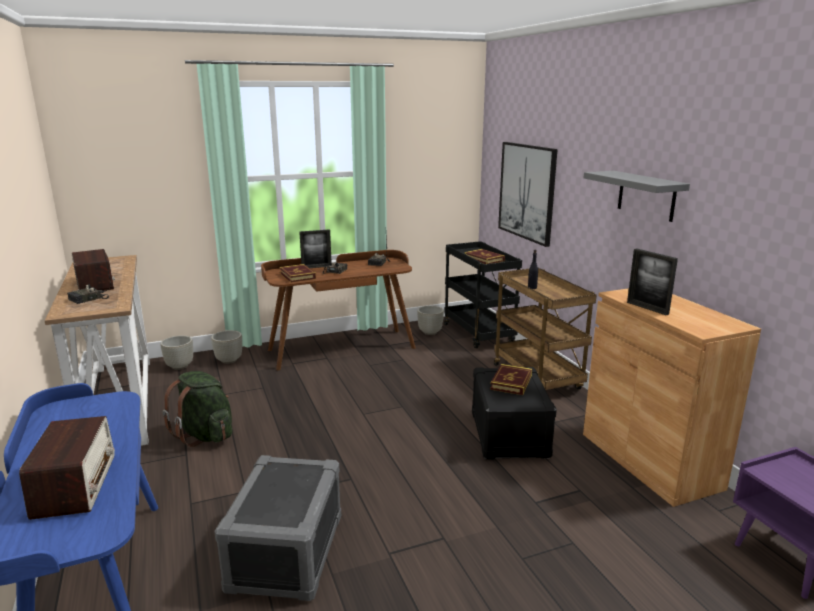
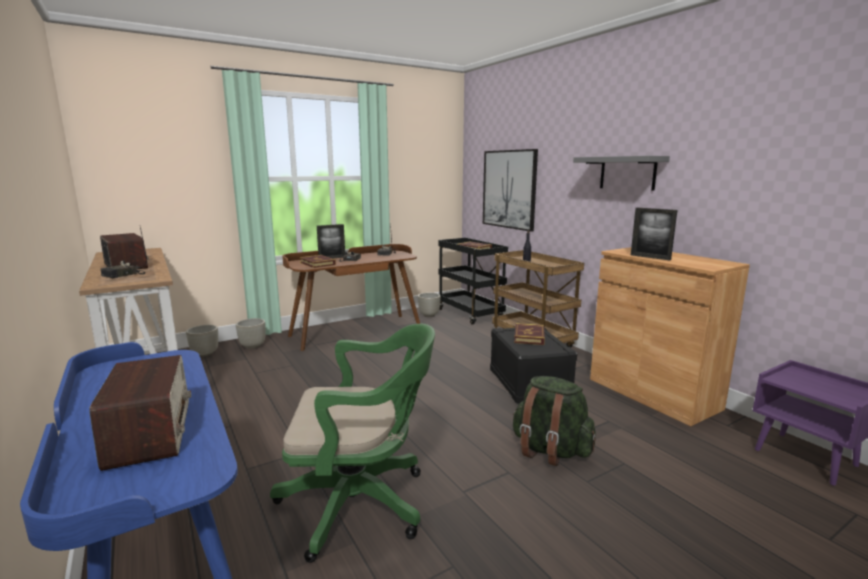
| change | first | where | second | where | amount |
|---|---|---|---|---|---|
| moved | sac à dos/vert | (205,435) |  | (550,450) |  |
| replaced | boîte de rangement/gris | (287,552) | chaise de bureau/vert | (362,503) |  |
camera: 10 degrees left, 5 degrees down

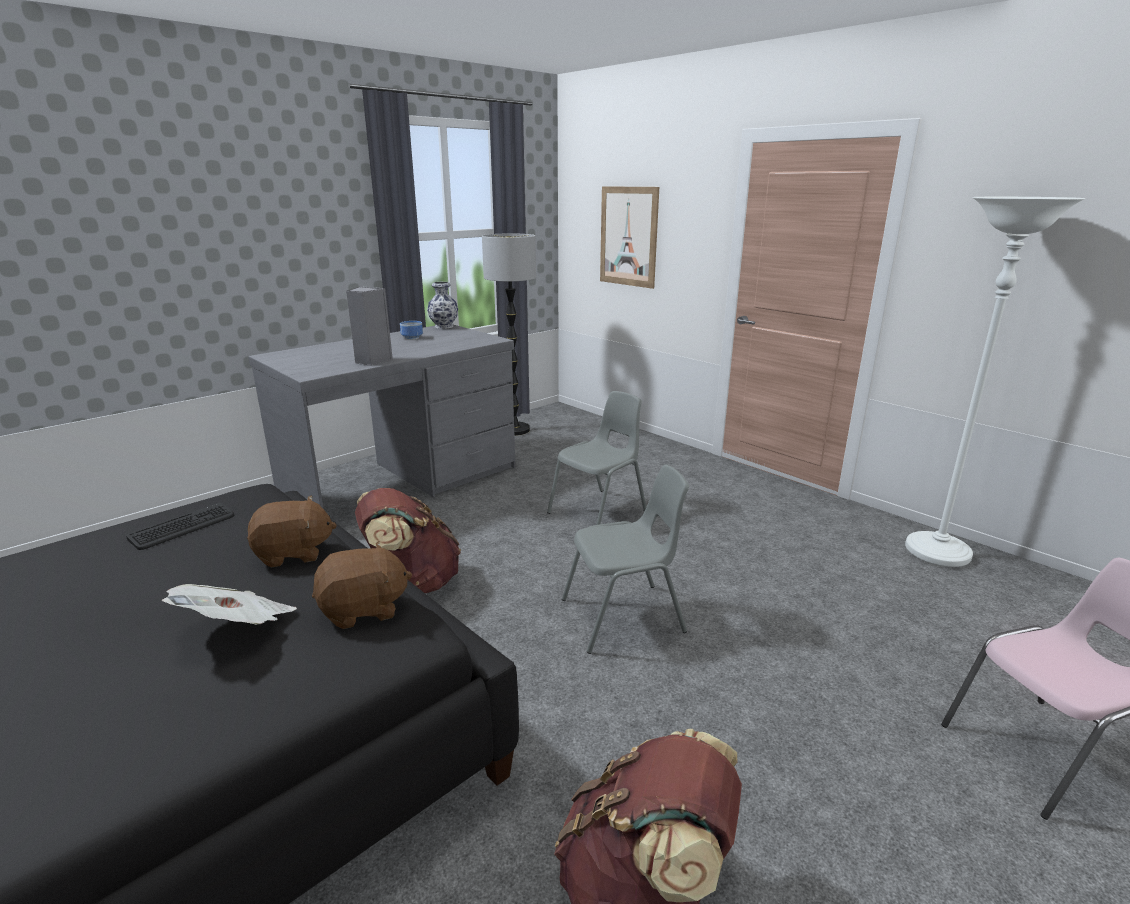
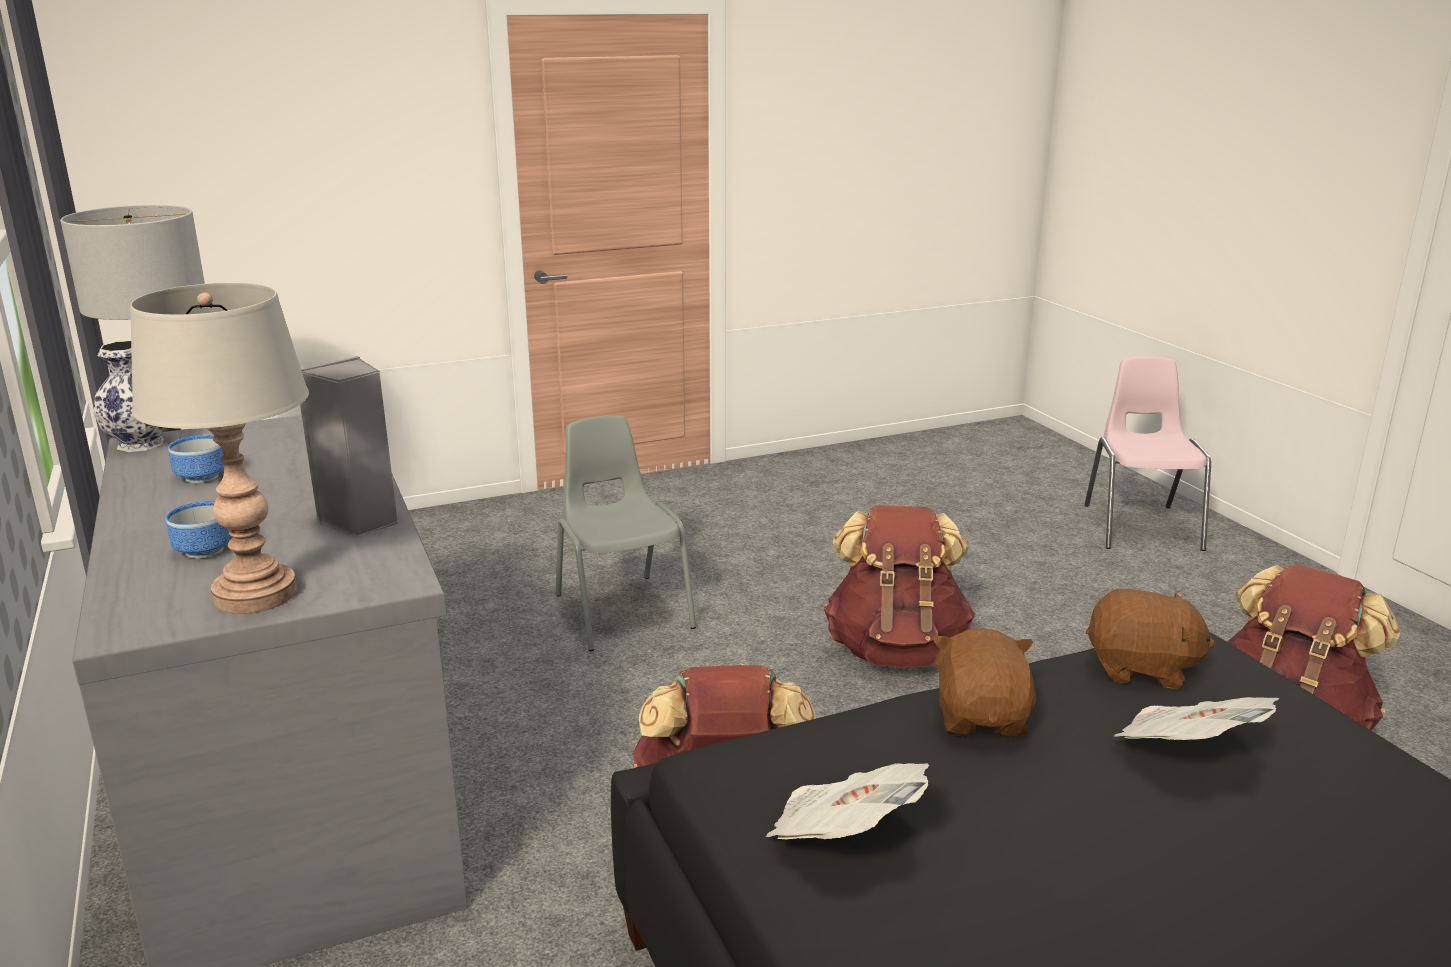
| change | first | where | second | where | amount |
|---|---|---|---|---|---|
| replaced | clavier | (183,527) | journal | (844,835) |  |
| turned | peluche/marron | (364,609) |  | (1141,669) | 105 degrees clockwise |
| replaced | chaise/gris | (624,616) | sac à dos/marron | (896,650) |  |
| removed | tableau | (628,236) |  |  |  |
| removed | lampadaire/blanc | (937,553) |  |  |  |
| added |  |  | lampe de table/gris | (255,594) |  |
| added |  |  | bol | (204,549) |  |
camera: 70 degrees left, 0 degrees up

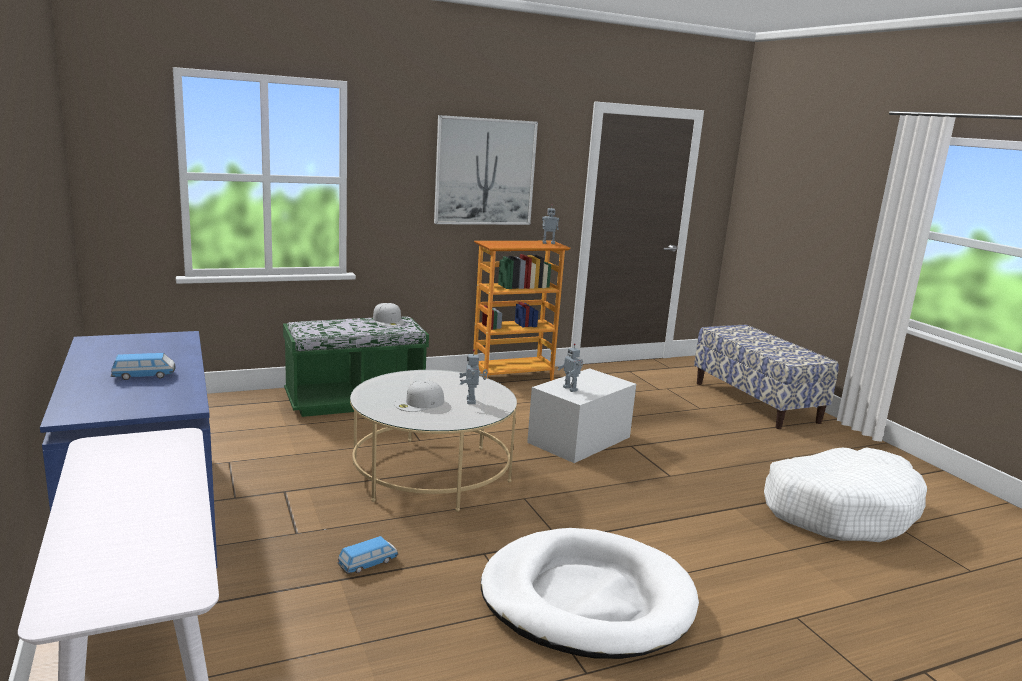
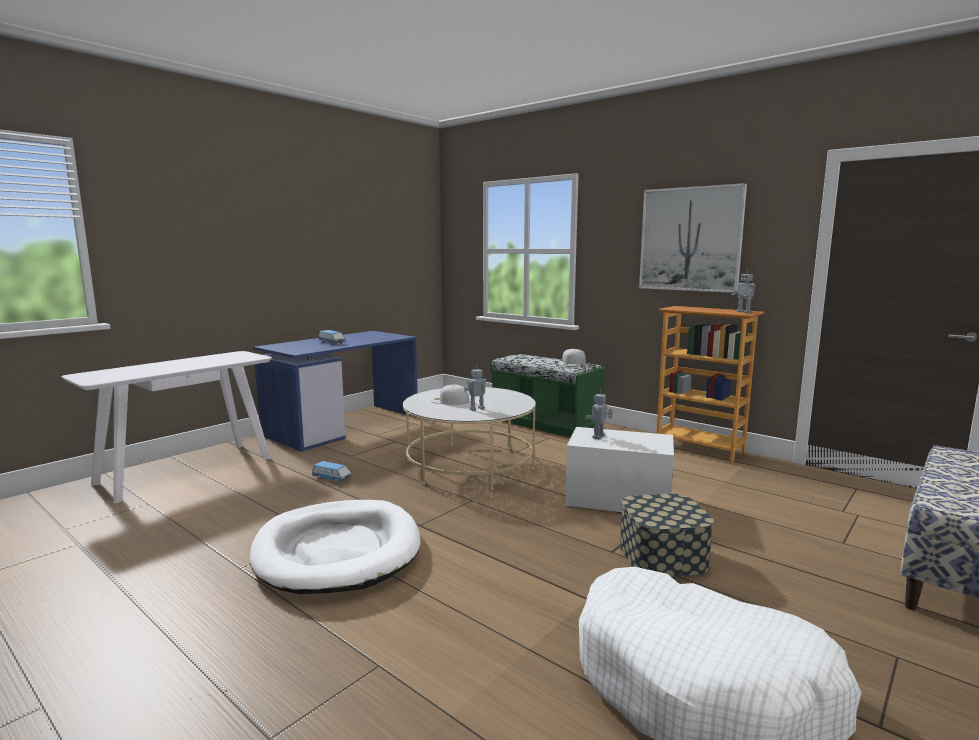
| change | first | where | second | where | amount |
|---|---|---|---|---|---|
| added |  |  | boîte de rangement | (662,556) |  |
camera: 65 degrees right, 5 degrees down

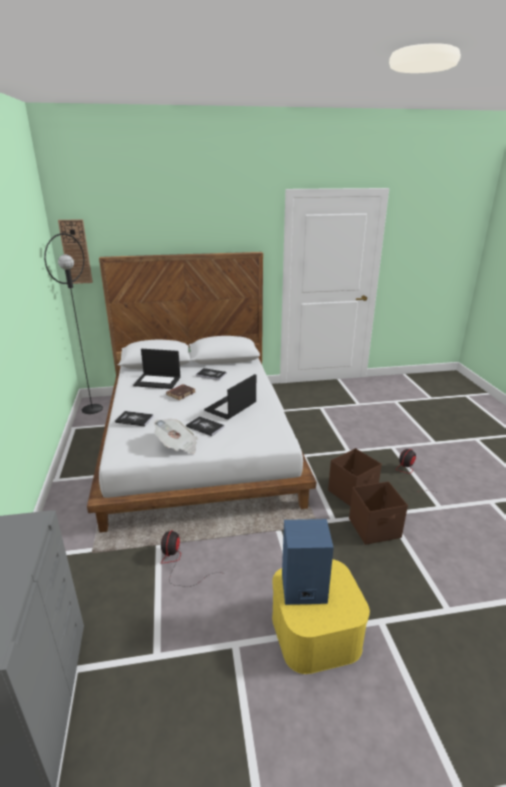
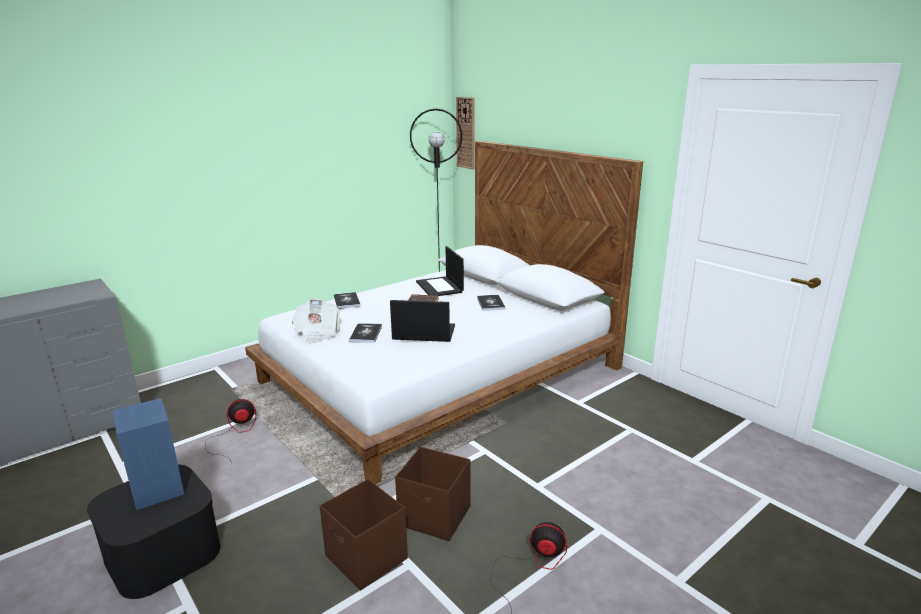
| change | first | where | second | where | amount |
|---|---|---|---|---|---|
| recoloured | boîte de rangement/jaune | (315,631) | boîte de rangement/noir | (162,552) |  |
camera: 60 degrees right, 5 degrees down

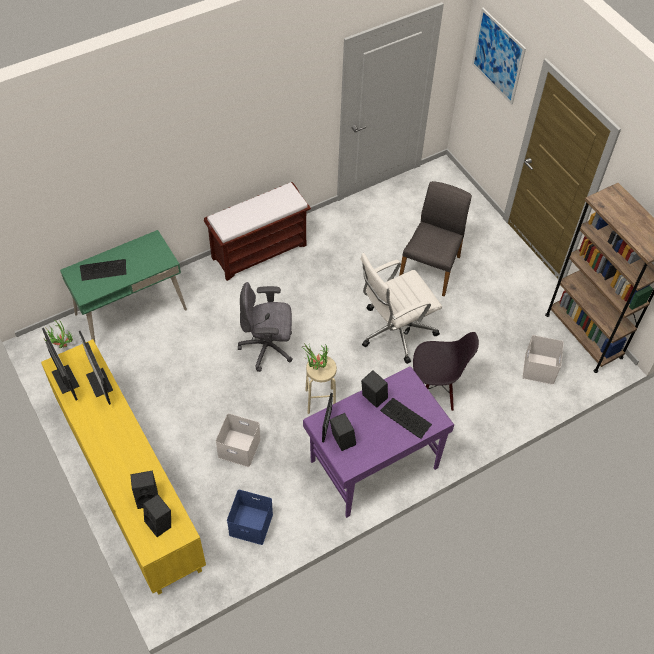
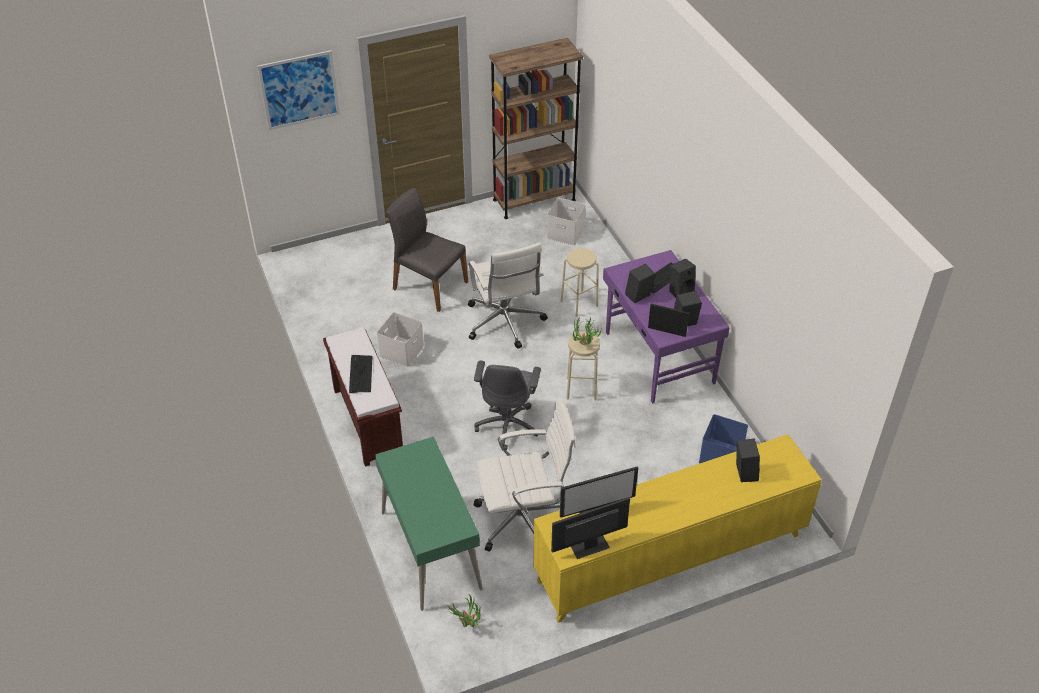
| change | first | where | second | where | amount |
|---|---|---|---|---|---|
| moved | clavier | (103,270) |  | (360,374) |  |
| moved | enceinte/noir | (160,523) |  | (680,291) |  |
| moved | boîte de rangement/blanc | (240,447) |  | (401,350) |  |
| replaced | chaise/noir | (435,389) | tabouret/beige | (579,303) |  |
| added |  |  | chaise de bureau/blanc | (524,519) |  |
camera: 80 degrees left, 10 degrees down

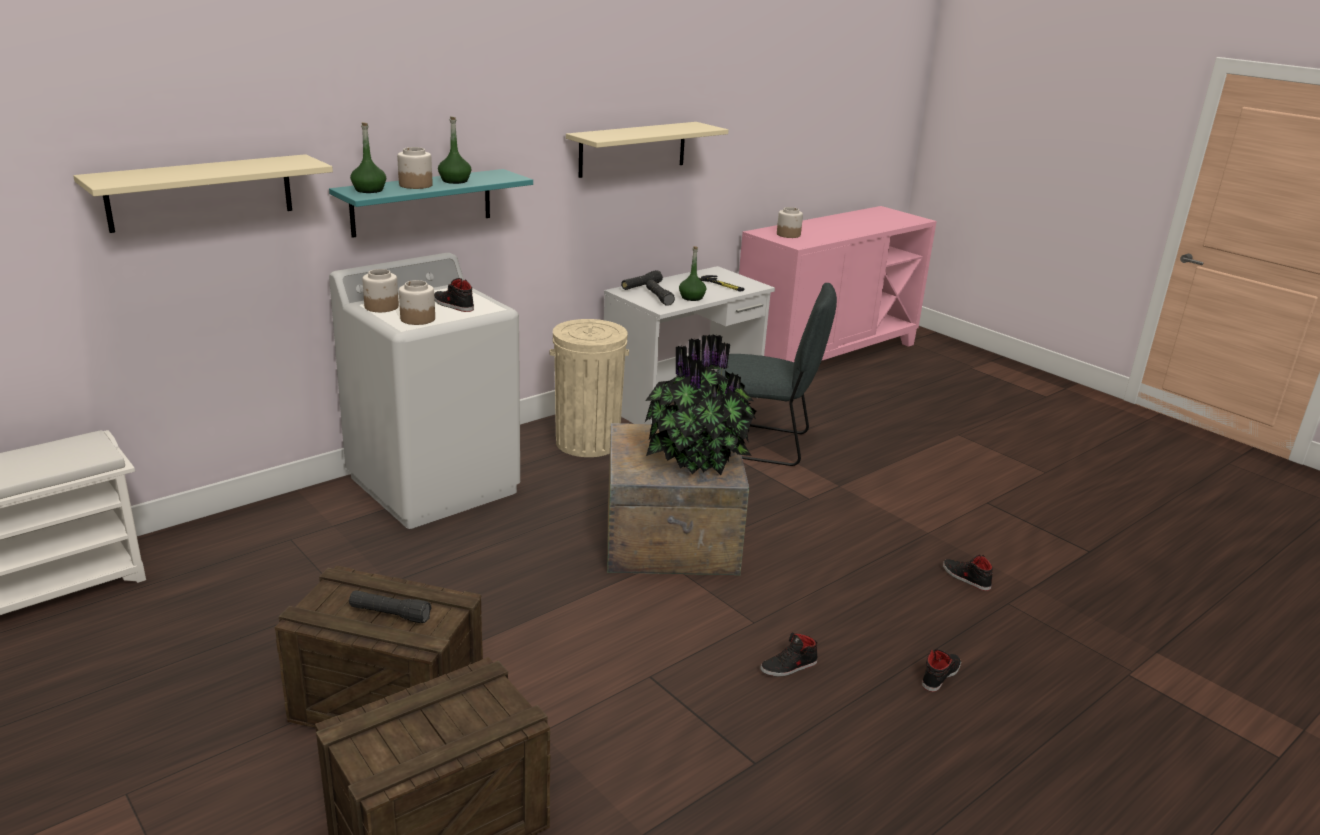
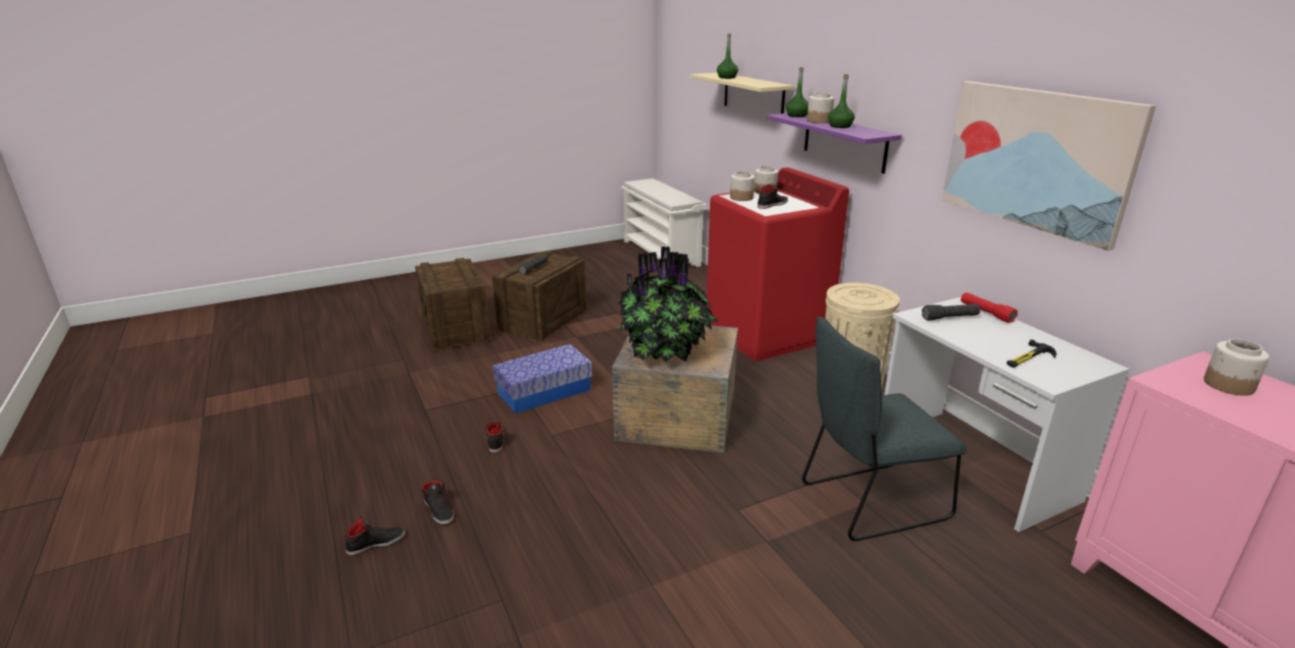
| change | first | where | second | where | amount |
|---|---|---|---|---|---|
| recoloured | étagère/turquoise | (422,202) | étagère/violet | (844,142) |  |
| recoloured | lave-linge/blanc | (434,484) | lave-linge/rouge | (767,334) |  |
| replaced | étagère/beige | (633,149) | tableau | (1036,159) |  |
| recoloured | lampe de poche/noir | (641,287) | lampe de poche/rouge | (986,313) |  |
| moved | bouteille/vert | (692,297) |  | (727,77) |  |
| turned | chaise/gris | (760,444) |  | (868,502) | 45 degrees clockwise |
| moved | chaussure/noir | (965,578) |  | (376,543) |  |
| added |  |  | boîte de rangement | (544,391) |  |
camera: 105 degrees right, 0 degrees up

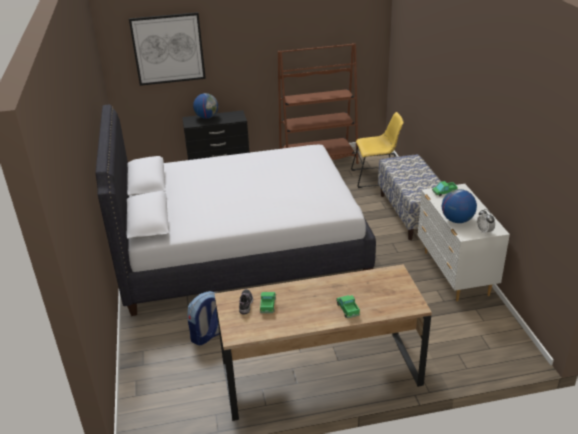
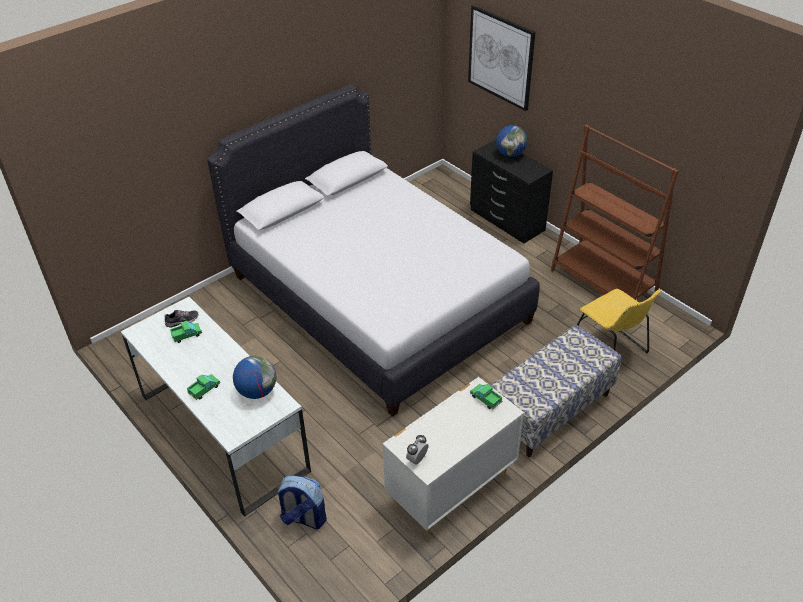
| change | first | where | second | where | amount |
|---|---|---|---|---|---|
| moved | sac à dos | (208,335) |  | (303,518) |  |
| recoloured | bureau/marron | (320,374) | bureau/blanc | (223,432) |  |
| moved | globe | (457,220) |  | (257,391) |  |
camera: 60 degrees right, 10 degrees up

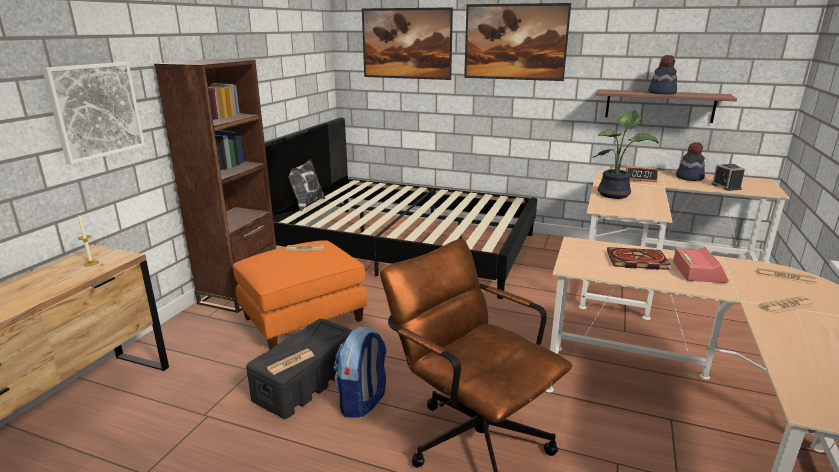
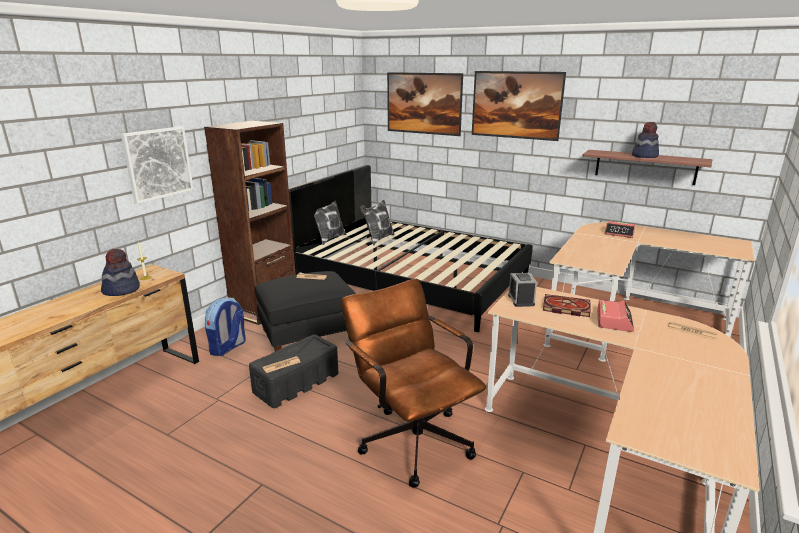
| change | first | where | second | where | amount |
|---|---|---|---|---|---|
| recoloured | pouf/orange | (303,320) | pouf/noir | (308,335) |  |
| moved | sac à dos | (362,401) |  | (228,348) |  |
| removed | plante en pot | (615,194) |  |  |  |
| moved | chapeau | (689,177) |  | (121,290) |  |
| moved | réveil | (726,186) |  | (521,300) |  |
| removed | journal | (786,306) |  |  |  |
| added |  |  | coussin | (378,239) |  |
camera: 10 degrees right, 0 degrees up

